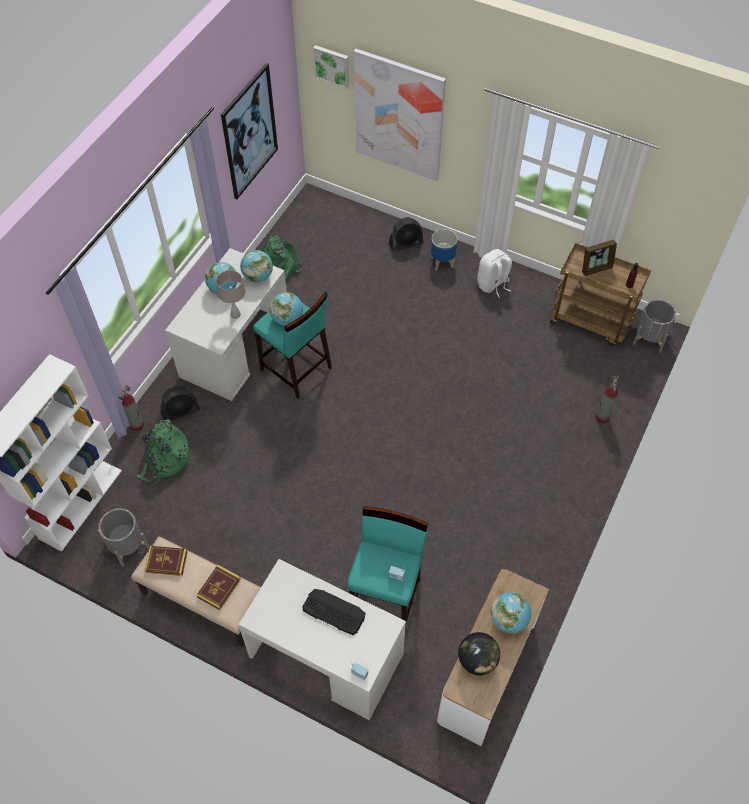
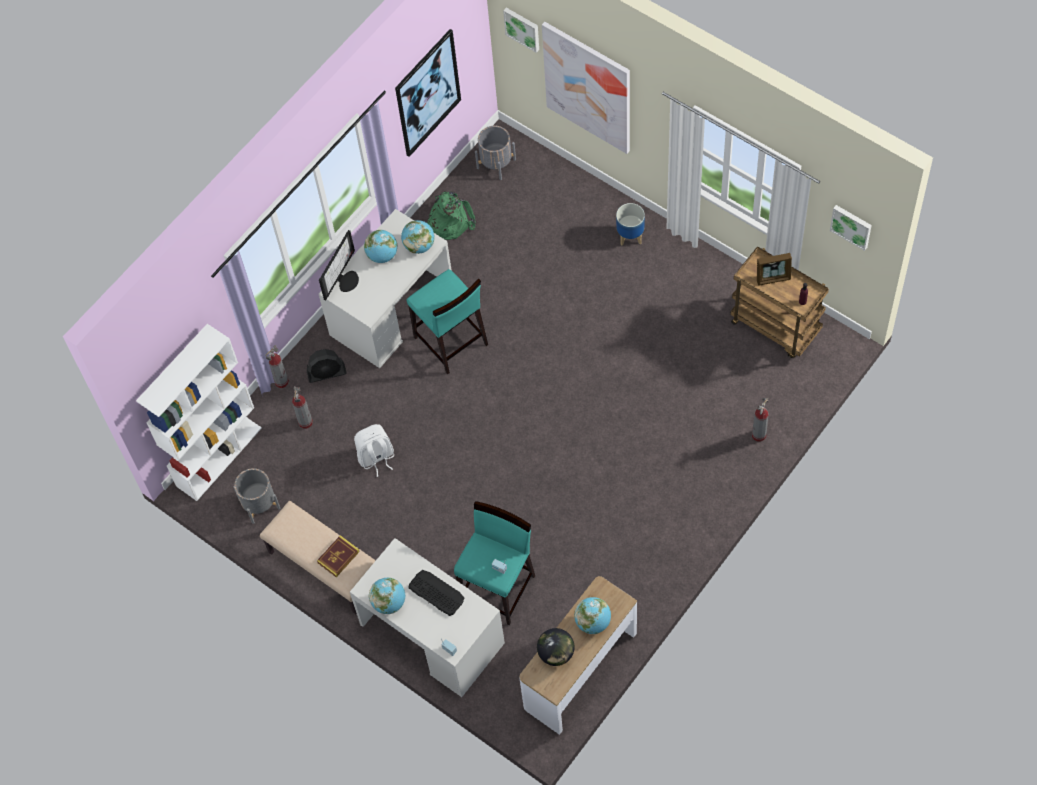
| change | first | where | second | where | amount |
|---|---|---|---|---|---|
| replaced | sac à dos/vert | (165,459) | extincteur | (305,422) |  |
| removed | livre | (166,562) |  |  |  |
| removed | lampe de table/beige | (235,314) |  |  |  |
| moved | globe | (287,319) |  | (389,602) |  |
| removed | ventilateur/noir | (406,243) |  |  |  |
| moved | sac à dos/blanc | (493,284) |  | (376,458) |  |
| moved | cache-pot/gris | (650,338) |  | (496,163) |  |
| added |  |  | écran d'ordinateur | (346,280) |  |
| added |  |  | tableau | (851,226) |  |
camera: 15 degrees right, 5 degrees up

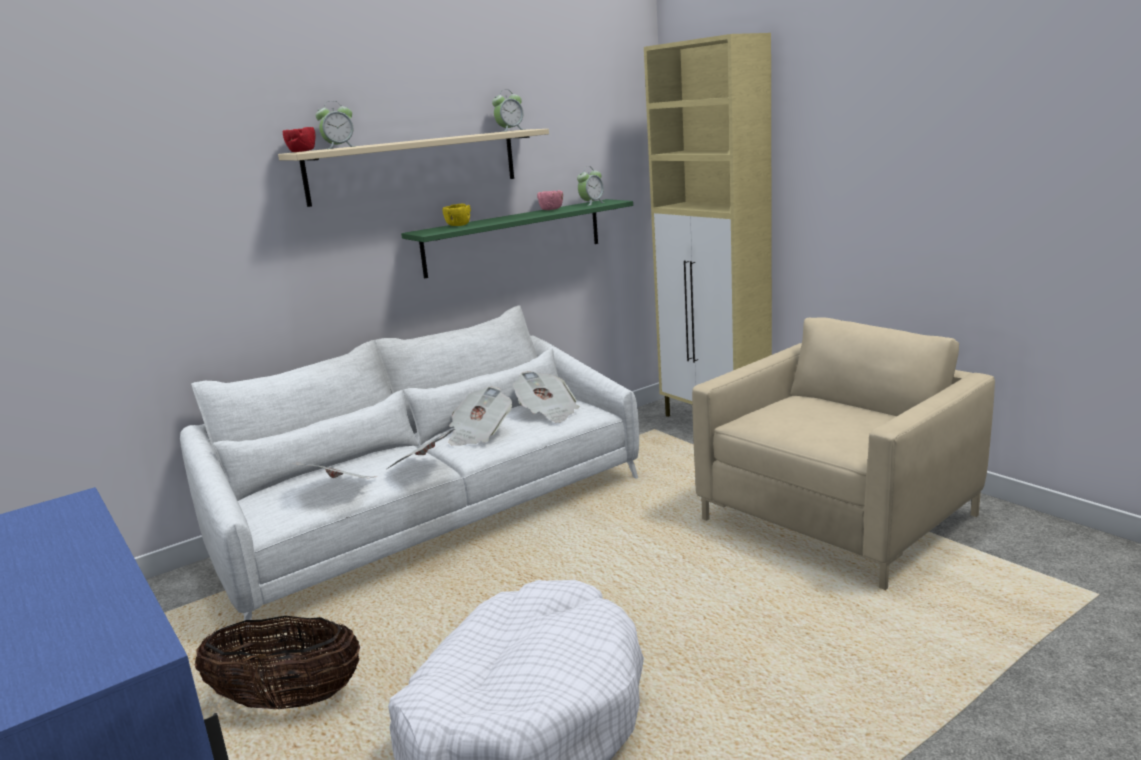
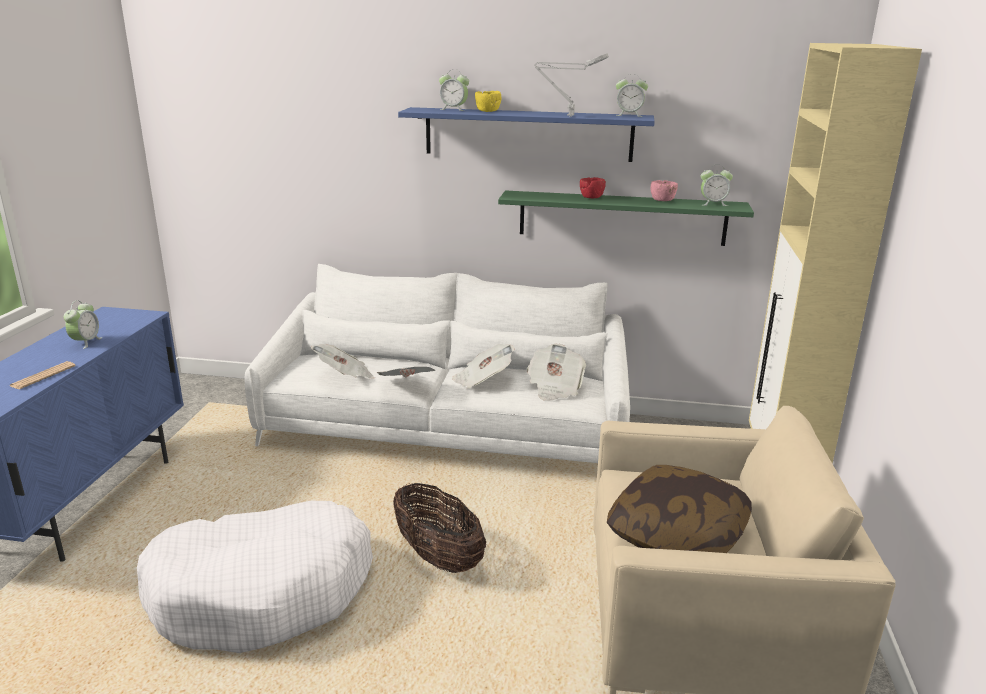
| change | first | where | second | where | amount |
|---|---|---|---|---|---|
| moved | panier | (288,700) |  | (438,557) |  |
| recoloured | étagère/beige | (414,166) | étagère/bleu | (528,134) |  |
| moved | bol/rouge | (302,151) |  | (591,197) |  |
| moved | bol/jaune | (458,225) |  | (487,111) |  |
| added |  |  | journal | (43,376) |  |
| added |  |  | réveil | (86,342) |  |
| added |  |  | lampe de table/gris | (568,116) |  |
| added |  |  | coussin | (677,534) |  |
camera: 45 degrees right, 5 degrees up

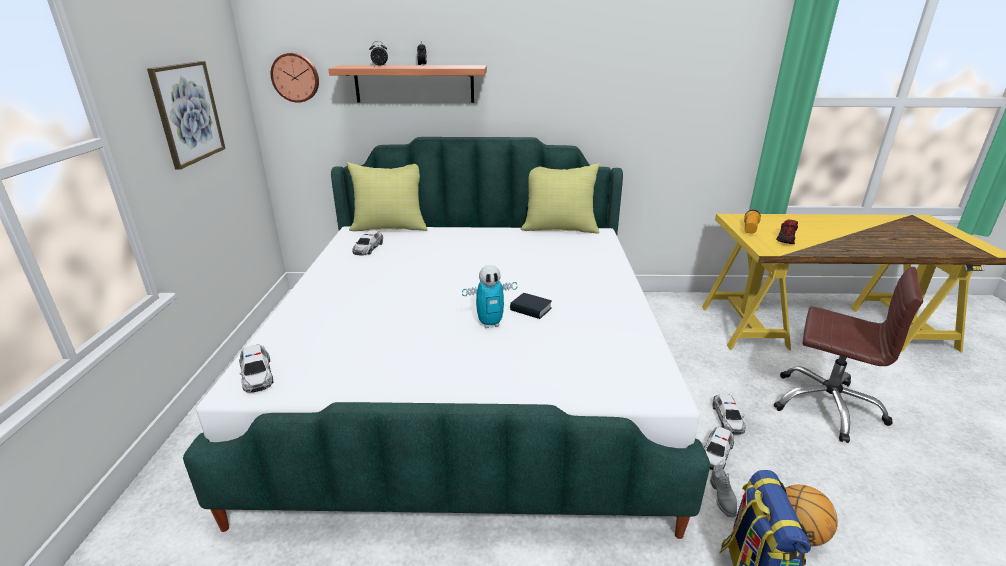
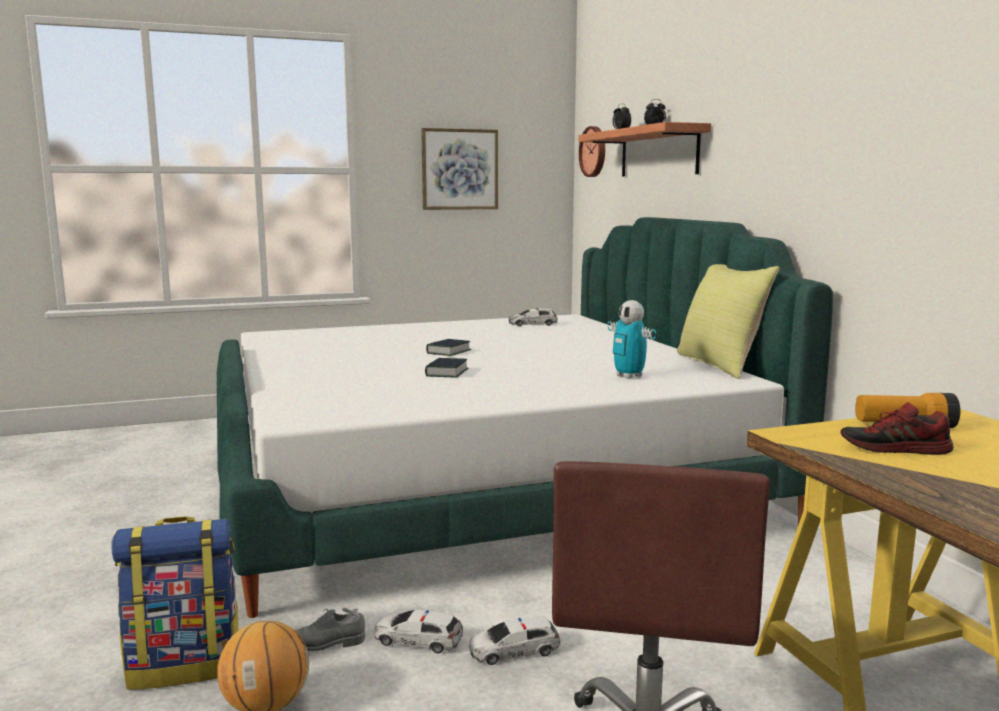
| change | first | where | second | where | amount |
|---|---|---|---|---|---|
| removed | petite voiture | (257,375) |  |  |  |
| removed | coussin/jaune | (390,227) |  |  |  |
| moved | robot jouet | (490,324) |  | (629,376) |  |
| added |  |  | livre | (448,352) |  |
camera: 70 degrees right, 15 degrees down

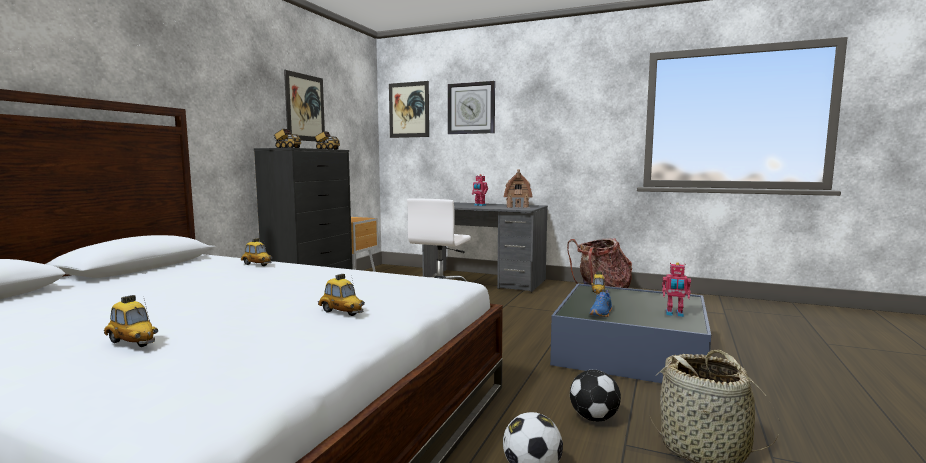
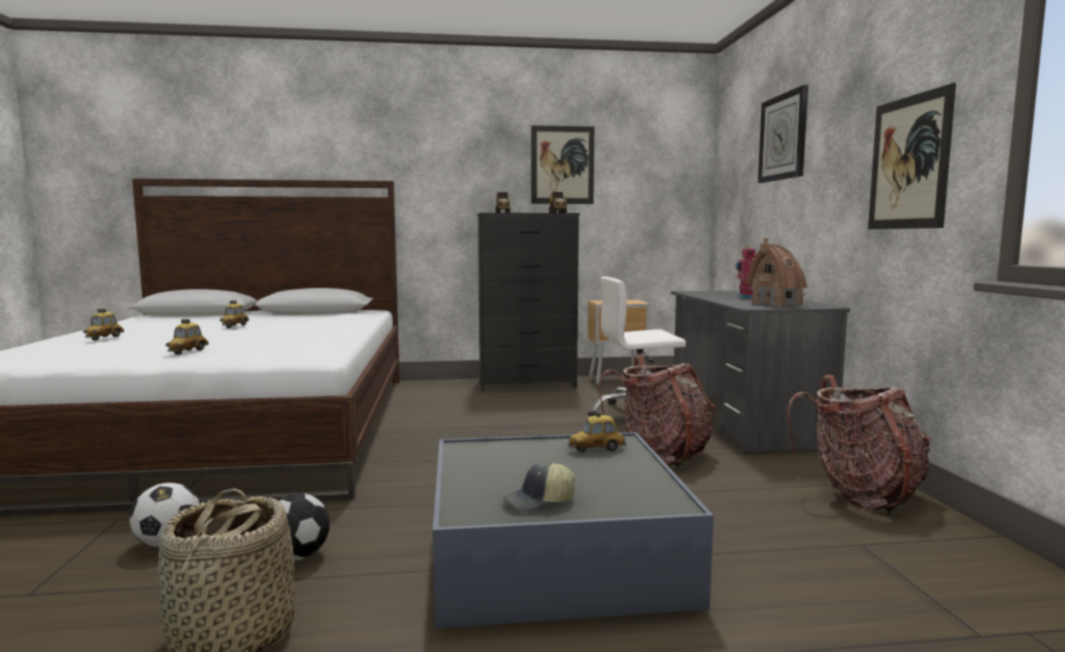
| change | first | where | second | where | amount |
|---|---|---|---|---|---|
| moved | petite voiture | (257,264) |  | (234,326) |  |
| moved | tableau | (409,110) |  | (909,163) |  |
| removed | chaussure/bleu | (601,313) |  |  |  |
| replaced | robot jouet | (674,314) | casquette | (539,502) |  |
| added |  |  | sac à dos | (661,455) |  |
camera: 60 degrees right, 0 degrees up

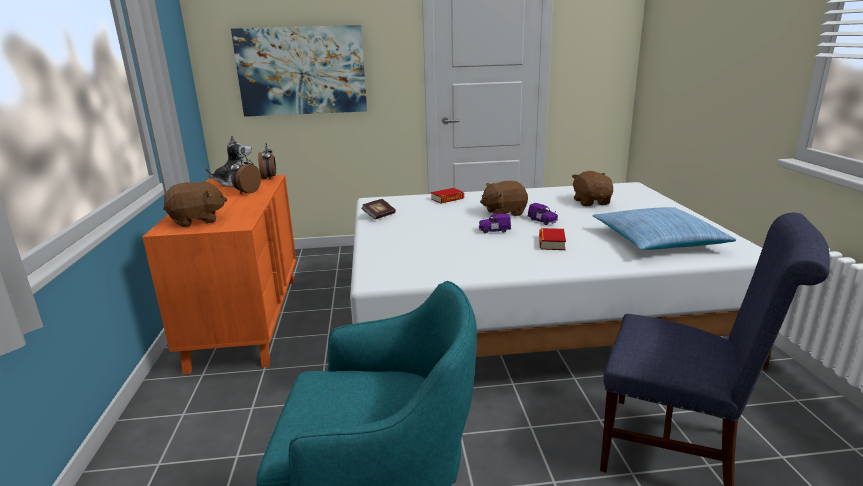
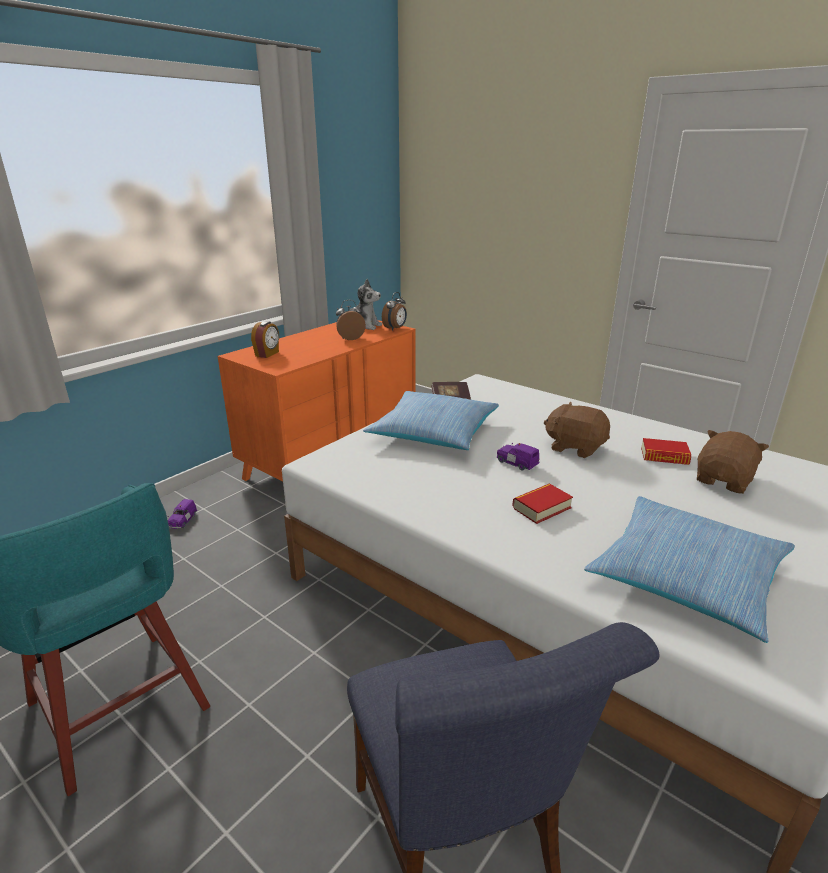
| change | first | where | second | where | amount |
|---|---|---|---|---|---|
| replaced | peluche/marron | (197,220) | réveil | (267,354) |  |
| removed | tableau | (302,71) |  |  |  |
| moved | livre | (447,199) |  | (664,456) |  |
| moved | petite voiture/violet | (542,221) |  | (182,521) |  |
| added |  |  | coussin | (434,431) |  |
camera: 45 degrees right, 5 degrees up

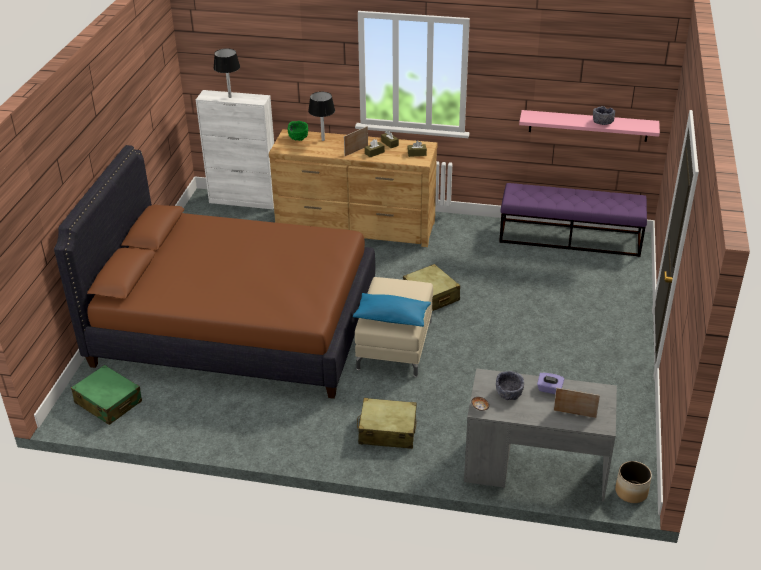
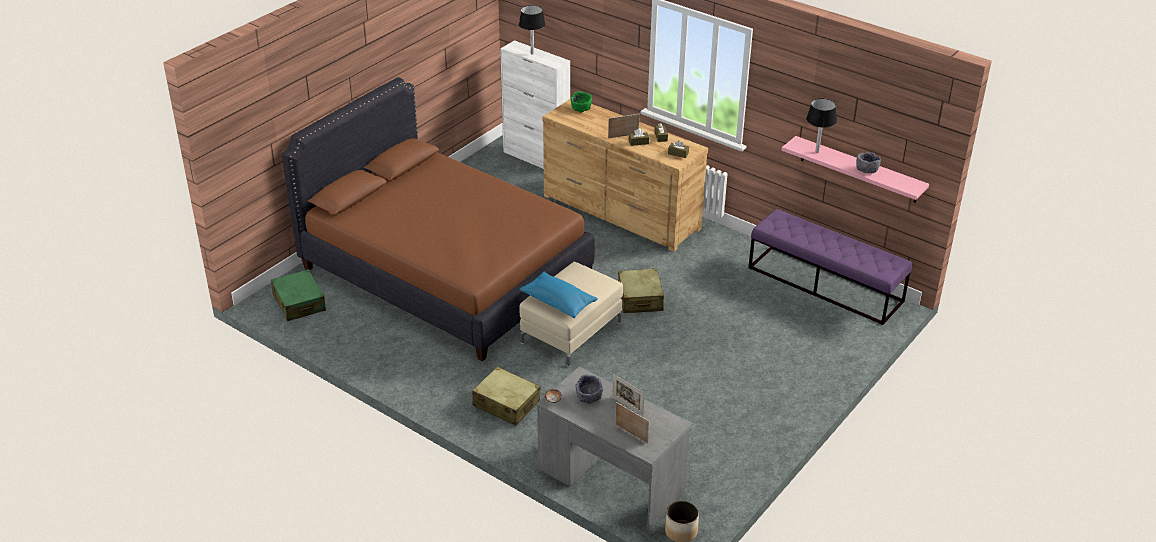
| change | first | where | second | where | amount |
|---|---|---|---|---|---|
| moved | lampe de table/noir | (323,140) |  | (817,151) |  |
| replaced | boîte à mouchoirs/violet | (549,389) | cadre photo | (627,405) |  |
camera: 25 degrees right, 0 degrees up

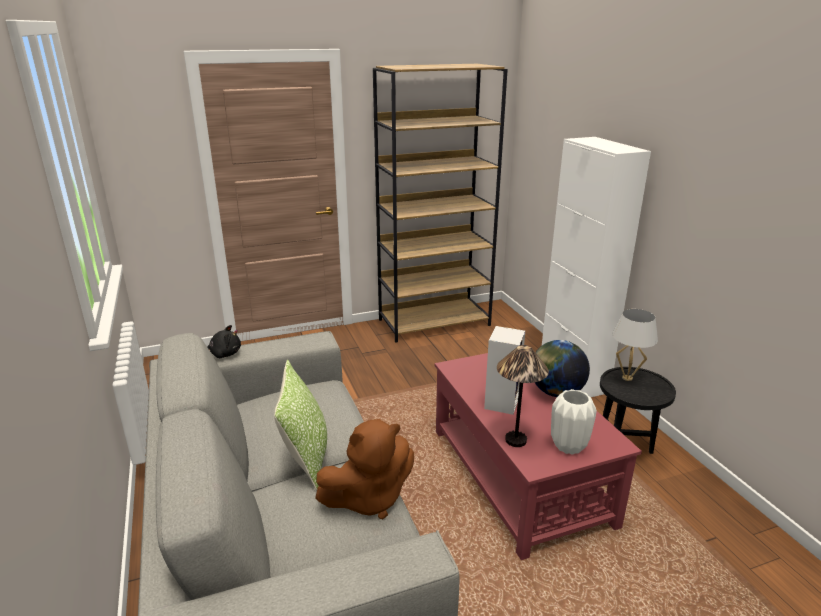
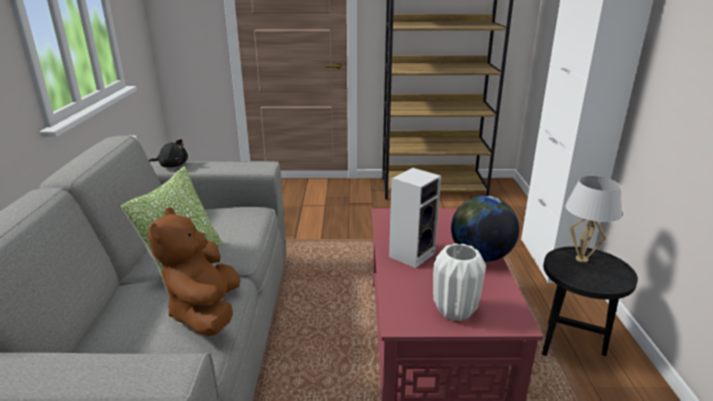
| change | first | where | second | where | amount |
|---|---|---|---|---|---|
| turned | peluche/marron | (369,498) |  | (206,312) | 90 degrees clockwise |
| removed | lampe de table | (515,440) |  |  |  |
camera: 20 degrees right, 0 degrees up

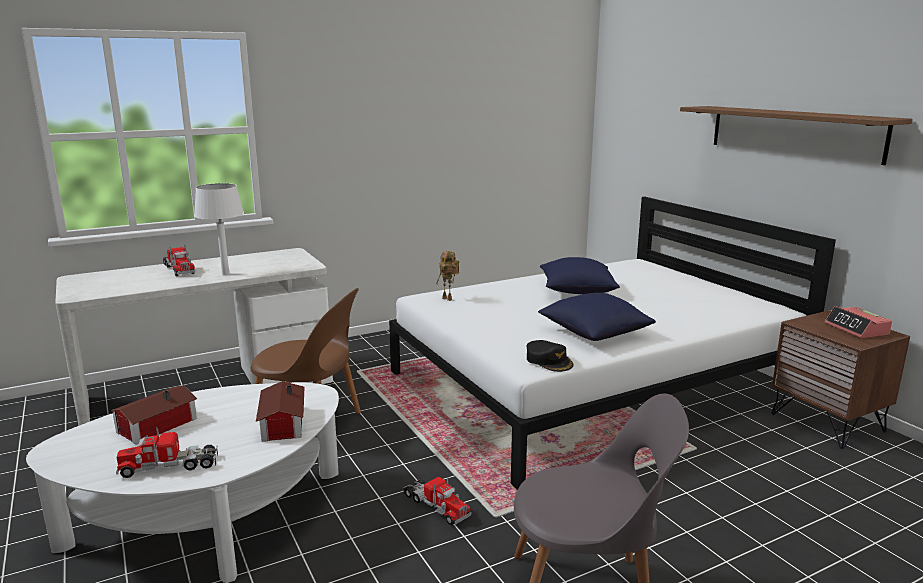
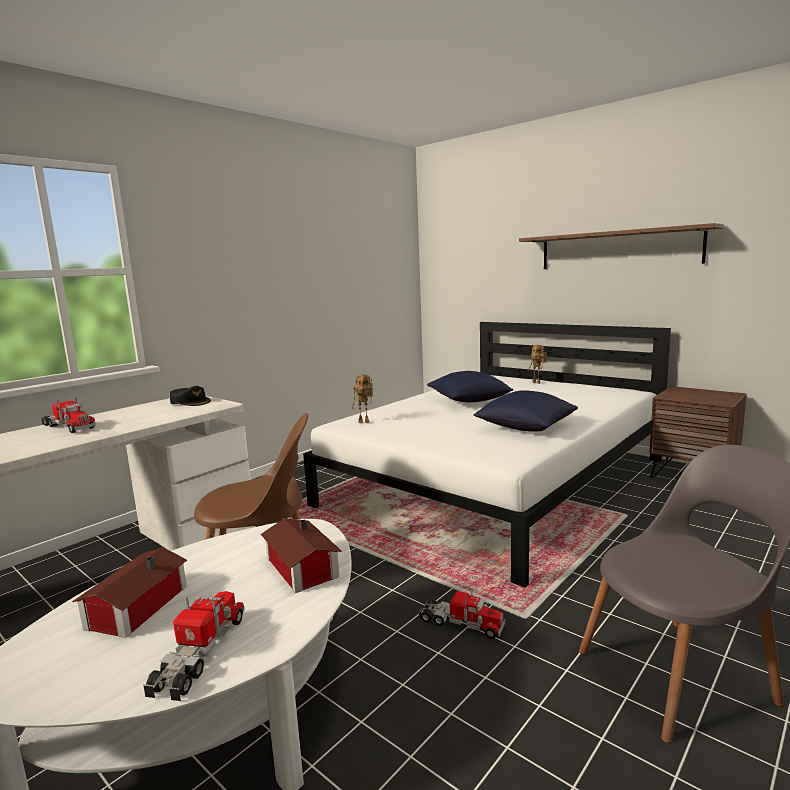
| change | first | where | second | where | amount |
|---|---|---|---|---|---|
| turned | camion jouet | (170,466) |  | (200,653) | 135 degrees clockwise |
| removed | lampe de table/blanc | (225,274) |  |  |  |
| moved | casquette/noir | (549,361) |  | (190,402) |  |
| removed | réveil | (857,329) |  |  |  |
| added |  |  | robot jouet | (537,382) |  |
camera: 20 degrees left, 5 degrees down

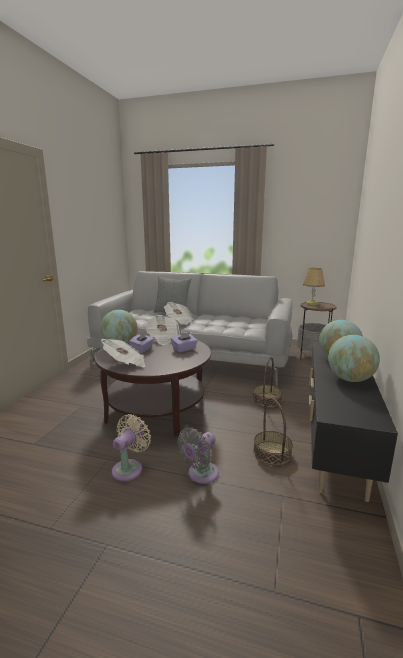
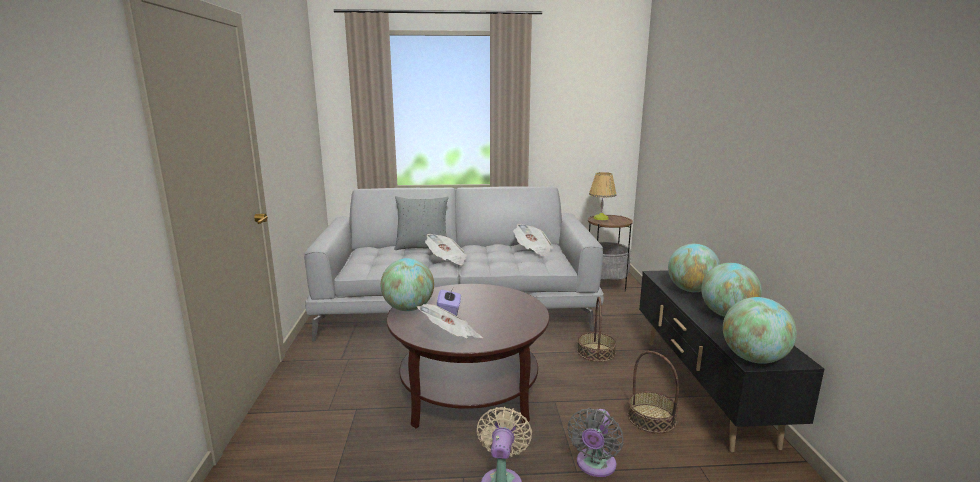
| change | first | where | second | where | amount |
|---|---|---|---|---|---|
| moved | journal | (163,339) |  | (533,250) |  |
| removed | boîte à mouchoirs/violet | (184,349) |  |  |  |
| added |  |  | globe | (753,359) |  |
camera: 20 degrees left, 0 degrees up

